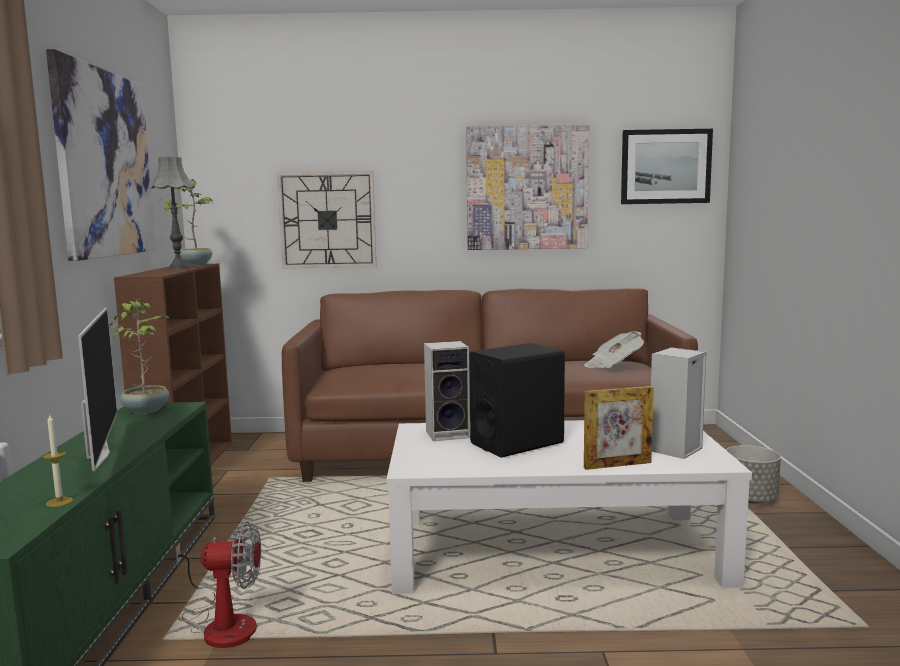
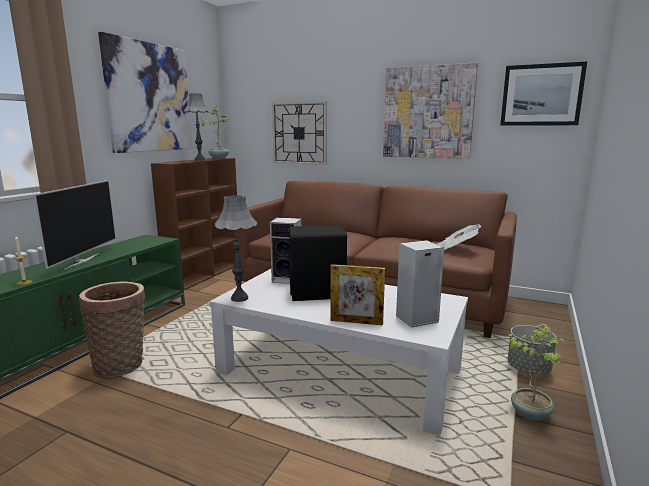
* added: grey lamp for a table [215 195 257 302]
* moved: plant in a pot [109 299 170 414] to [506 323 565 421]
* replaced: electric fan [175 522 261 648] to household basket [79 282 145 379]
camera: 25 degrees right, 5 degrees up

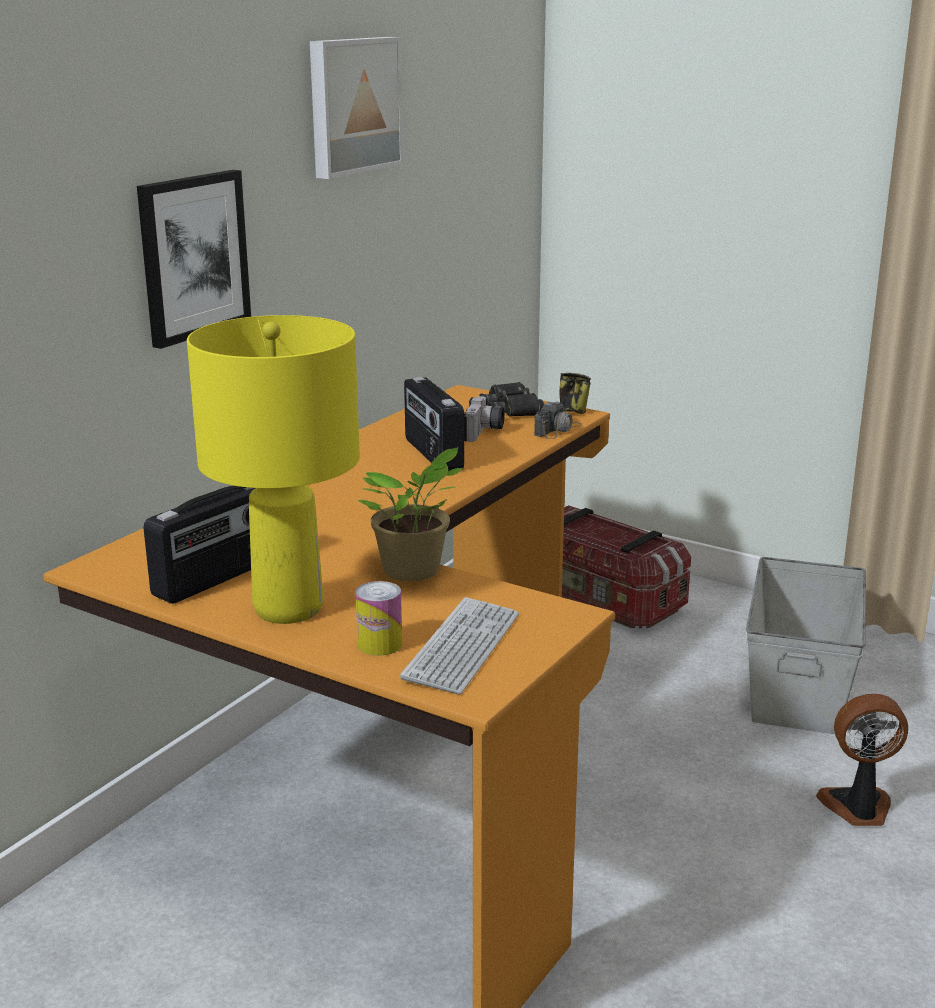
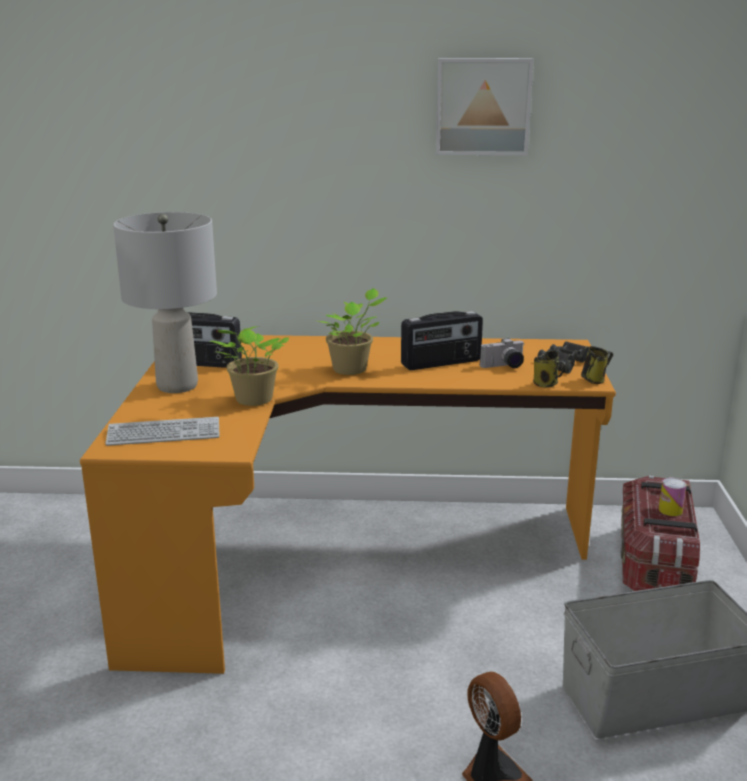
* removed: wall art [137 170 251 349]
* added: plant in a pot [318 288 387 375]
* moved: can [356 581 402 656] to [659 478 687 516]
* replaced: still camera [534 401 583 439] to mug [533 350 567 387]
* recoloured: yellow lamp for a table [187 315 360 624] to grey lamp for a table [113 212 217 393]
* turned: radio [404 377 464 471] = [401 311 483 370] 150 degrees counterclockwise
camera: 60 degrees right, 0 degrees up

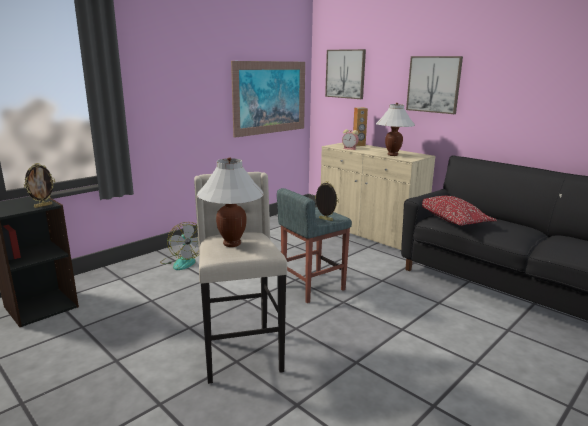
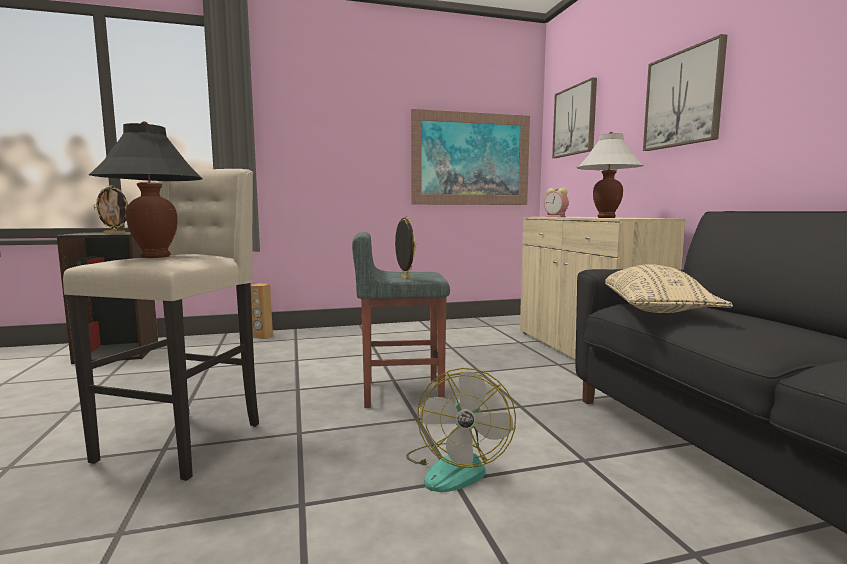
* moved: electric fan [160 222 199 270] to [406 368 516 492]
* moved: brown-coloured audio speaker [353 107 368 147] to [251 284 273 339]
* recoloured: white lamp for a table [197 157 264 247] to black lamp for a table [89 121 203 258]
* recoloured: reddish throw pillow [422 196 497 226] to sand-coloured throw pillow [605 264 733 313]
camera: 30 degrees right, 10 degrees down

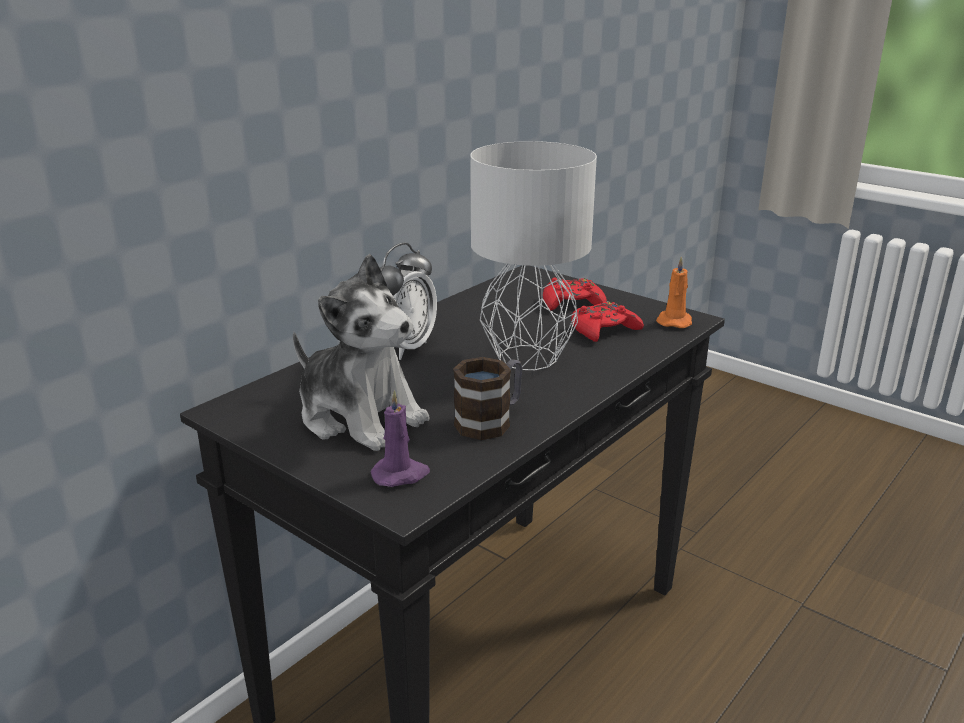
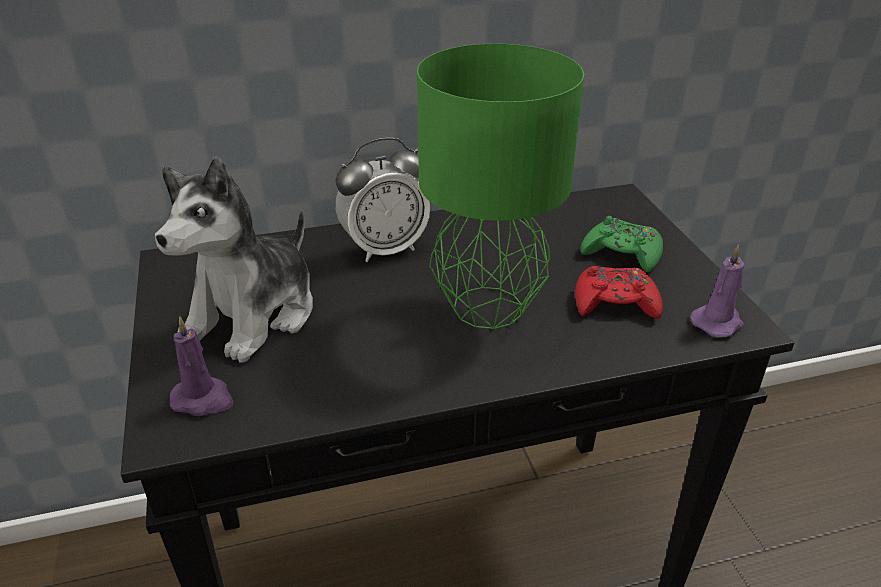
* removed: mug [453 357 522 440]
* recoloured: grey lamp for a table [470 141 597 370] to green-coloured lamp for a table [417 43 584 329]
* recoloured: reddish gamepad [543 278 607 310] to green-coloured gamepad [581 216 663 273]
* recoloured: orange-coloured wax candle [656 256 692 328] to purplish wax candle [690 245 744 337]
* turned: cuddly toy [293 254 429 451] = [155 157 313 363] 45 degrees clockwise
camera: 35 degrees right, 10 degrees up

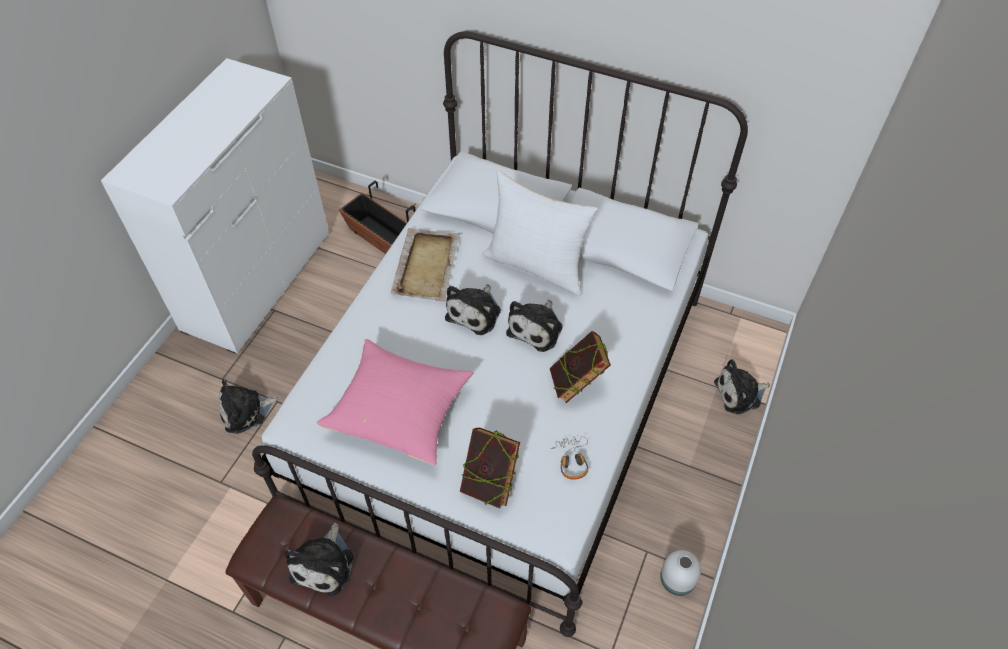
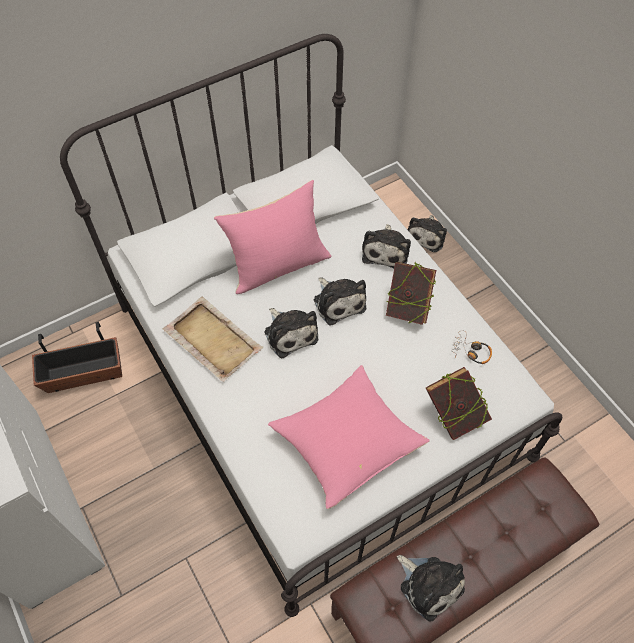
* removed: white vase [661 550 701 596]
* moved: cuddly toy [219 379 279 434] to [362 224 411 269]
* recoloured: white throw pillow [482 171 598 296] to pink throw pillow [214 180 332 294]
camera: 55 degrees left, 5 degrees up

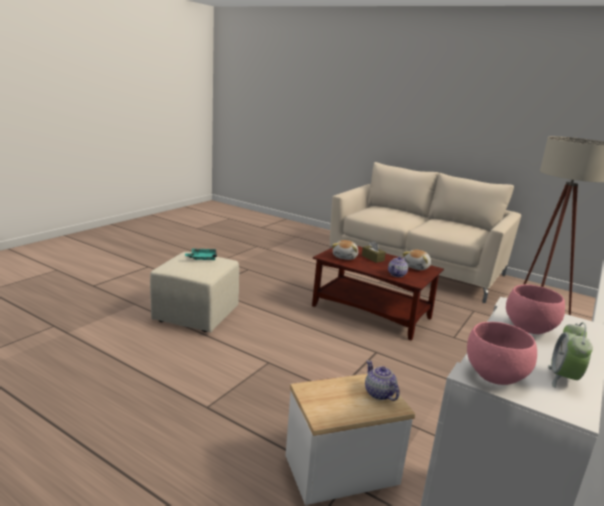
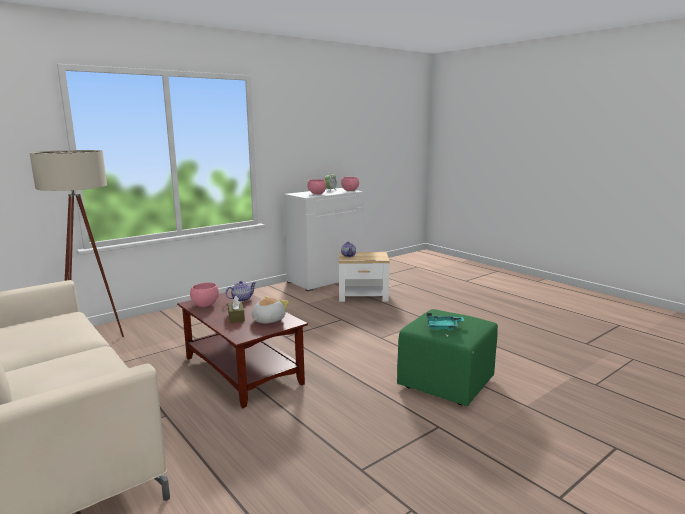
* replaced: cuddly toy [403 250 431 270] to pink serving bowl [190 282 219 307]
* recoloured: sand-coloured ottoman [150 252 239 333] to green-coloured ottoman [397 309 498 406]
camera: 160 degrees left, 5 degrees down

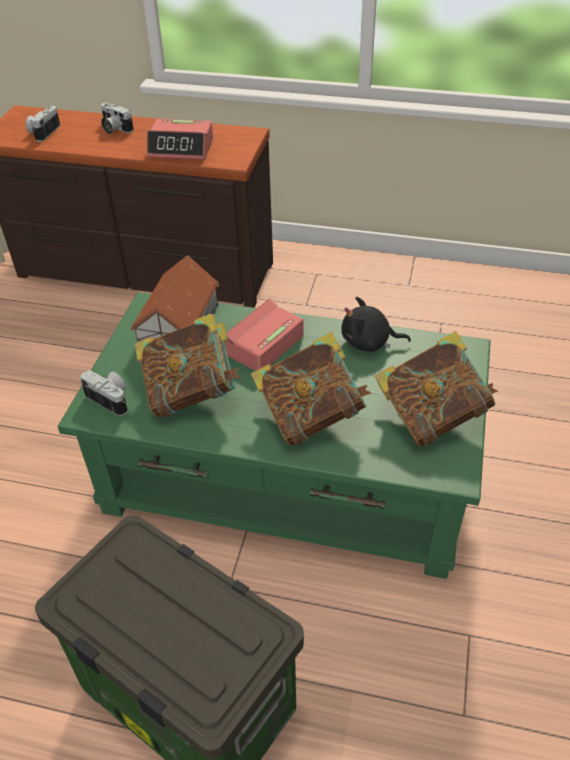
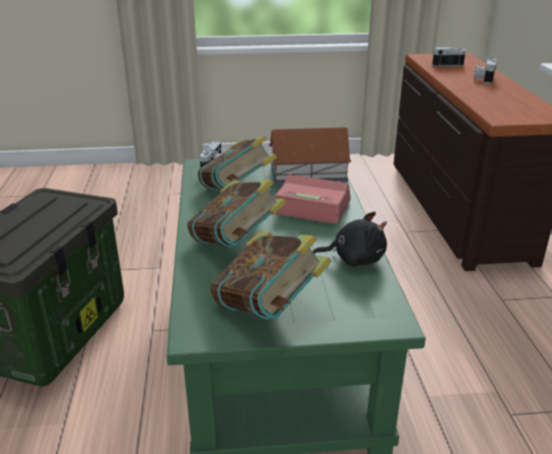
* removed: alarm clock [147 119 213 160]
* turned: black cuddly toy [341 297 411 352] = [313 212 387 266] 105 degrees clockwise
camera: 70 degrees right, 15 degrees down

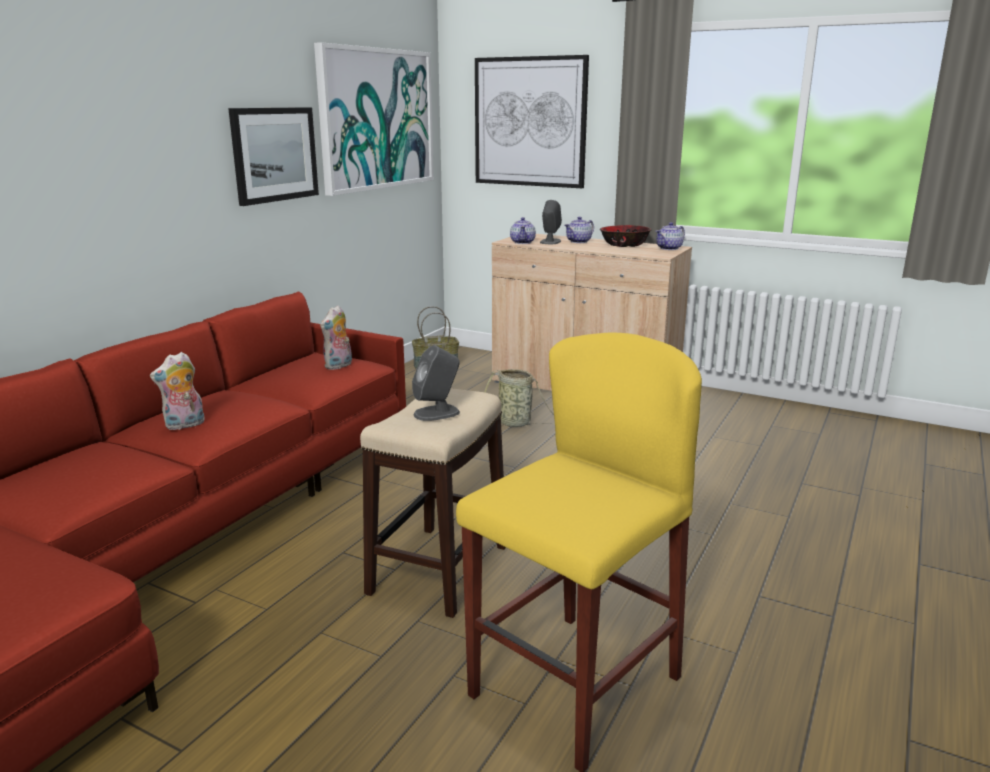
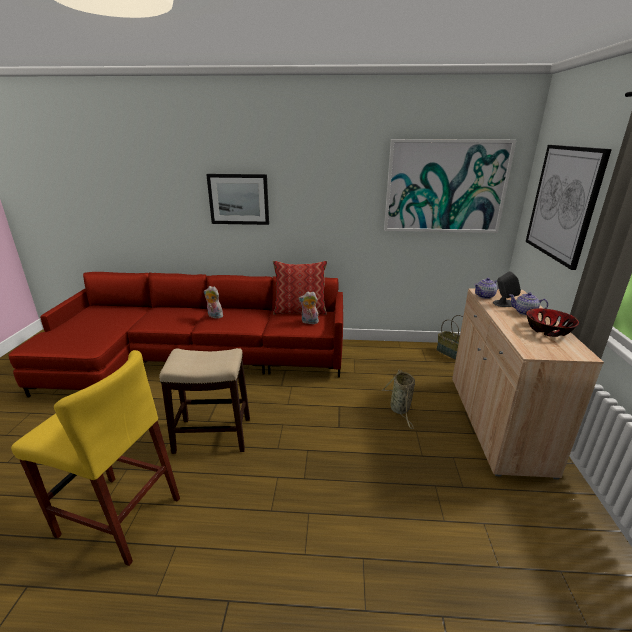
* removed: grey audio speaker [412 345 460 421]
* removed: tea pot [656 222 685 250]
* added: throw pillow [273 261 327 315]
* moved: wall art [228 107 319 206] to [206 174 269 225]
camera: 65 degrees right, 5 degrees up

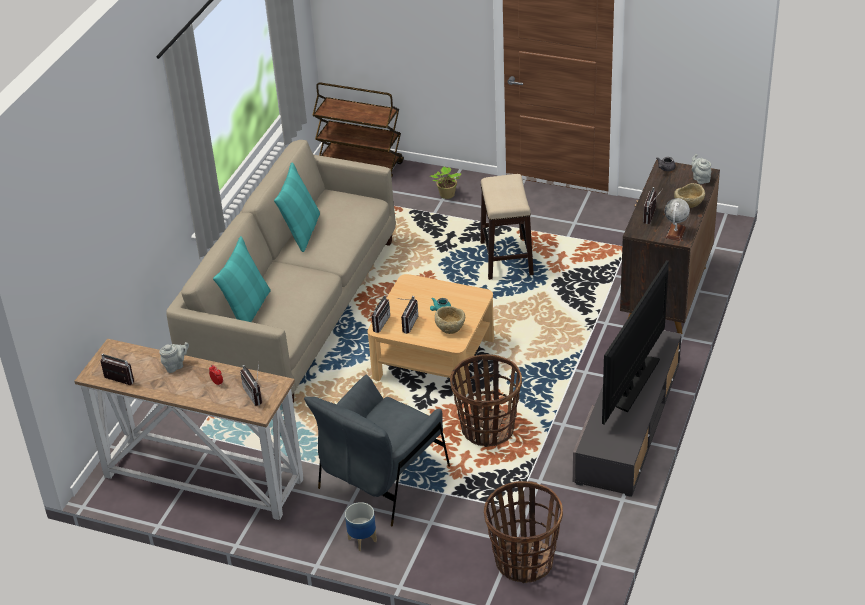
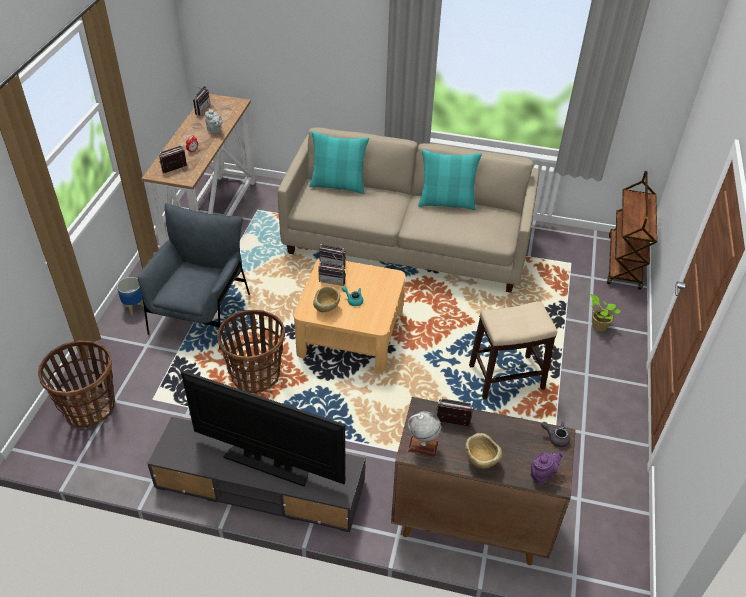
* recoloured: grey tea pot [691 154 711 184] to purplish tea pot [531 452 564 485]
* turned: grey easy chair [304 374 450 526] = [138 203 250 350] 75 degrees clockwise
camera: 80 degrees right, 5 degrees up

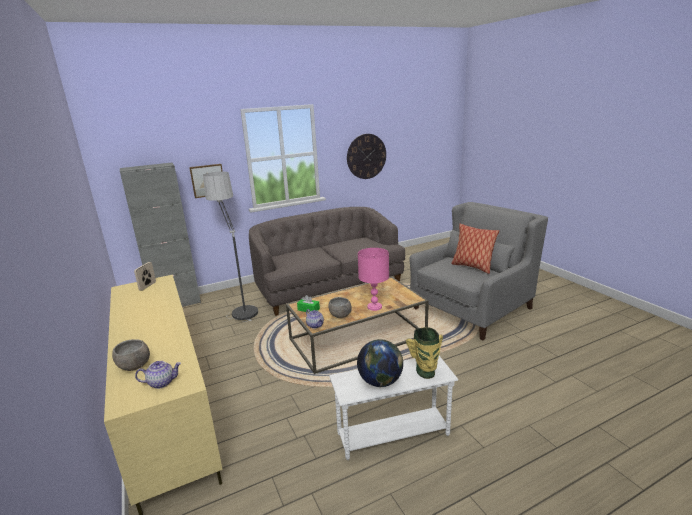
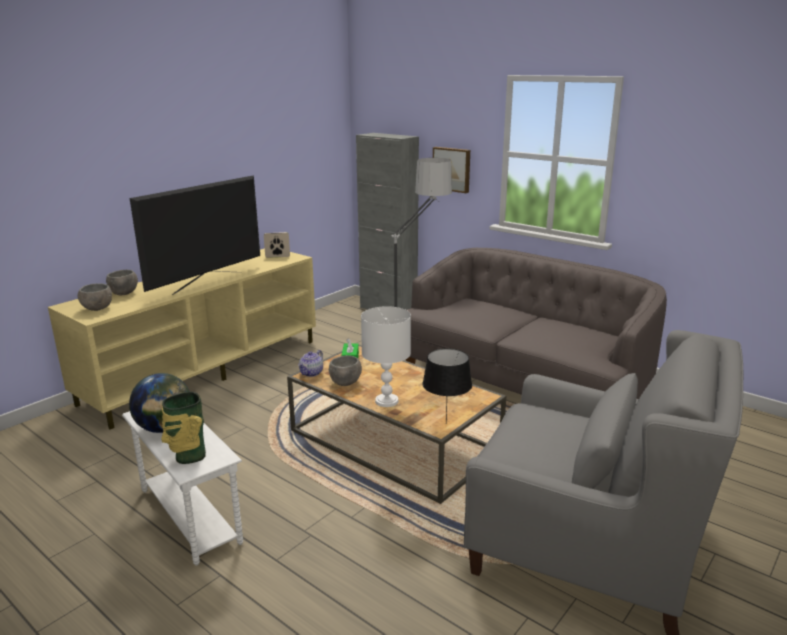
* removed: clock on the wall [347 134 386 179]
* removed: throw pillow [451 224 499 274]
* added: TV [130 175 260 295]
* added: black lamp for a table [422 348 472 424]
* replaced: tea pot [135 361 181 389] to grey serving bowl [78 283 112 311]
* recoloured: pink lamp for a table [358 248 389 311] to white lamp for a table [361 306 411 407]
camera: 65 degrees right, 0 degrees up

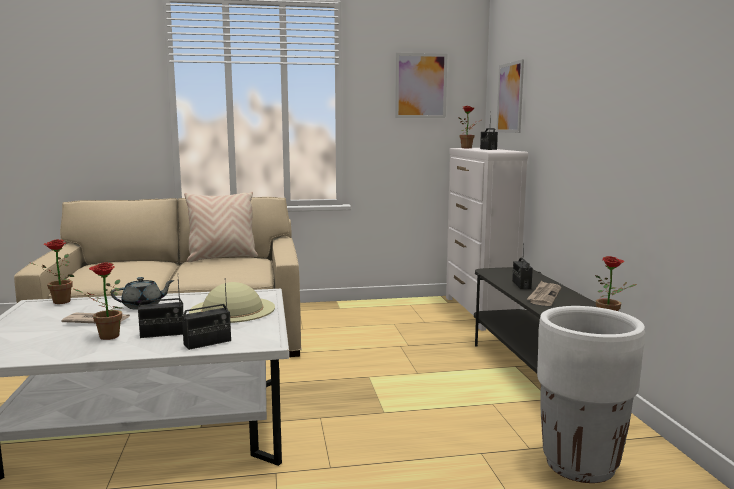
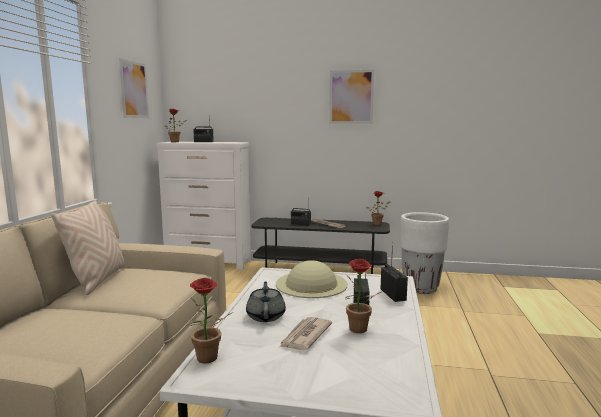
* moved: wall art [496 59 524 133] to [329 70 374 124]
camera: 70 degrees left, 0 degrees up

